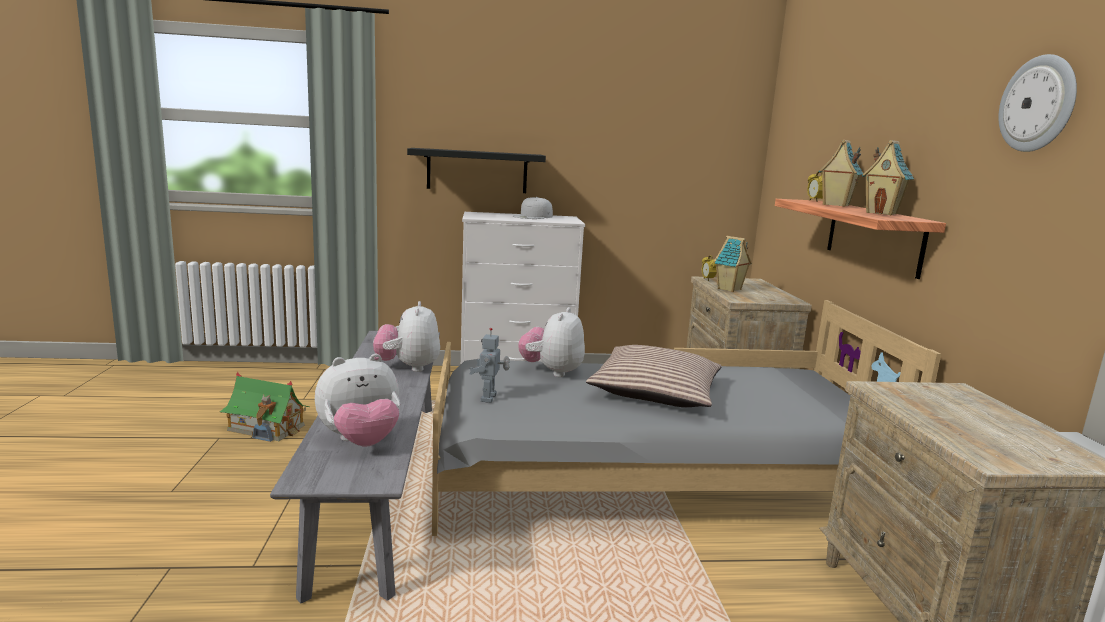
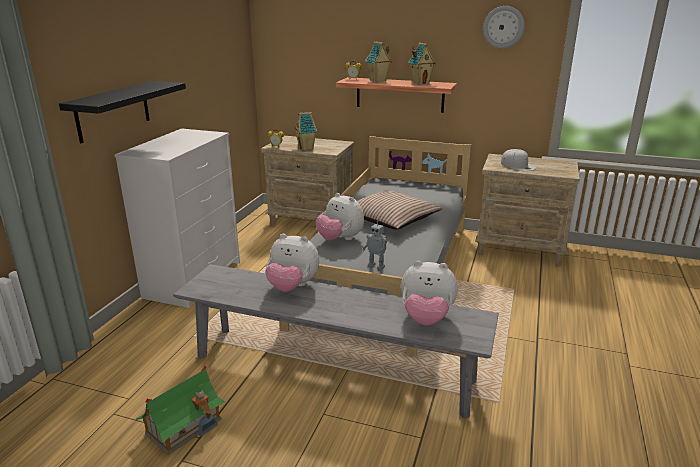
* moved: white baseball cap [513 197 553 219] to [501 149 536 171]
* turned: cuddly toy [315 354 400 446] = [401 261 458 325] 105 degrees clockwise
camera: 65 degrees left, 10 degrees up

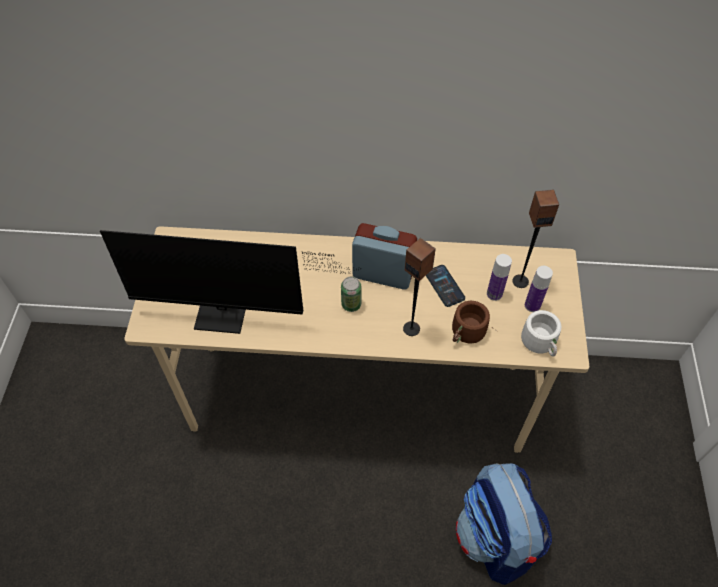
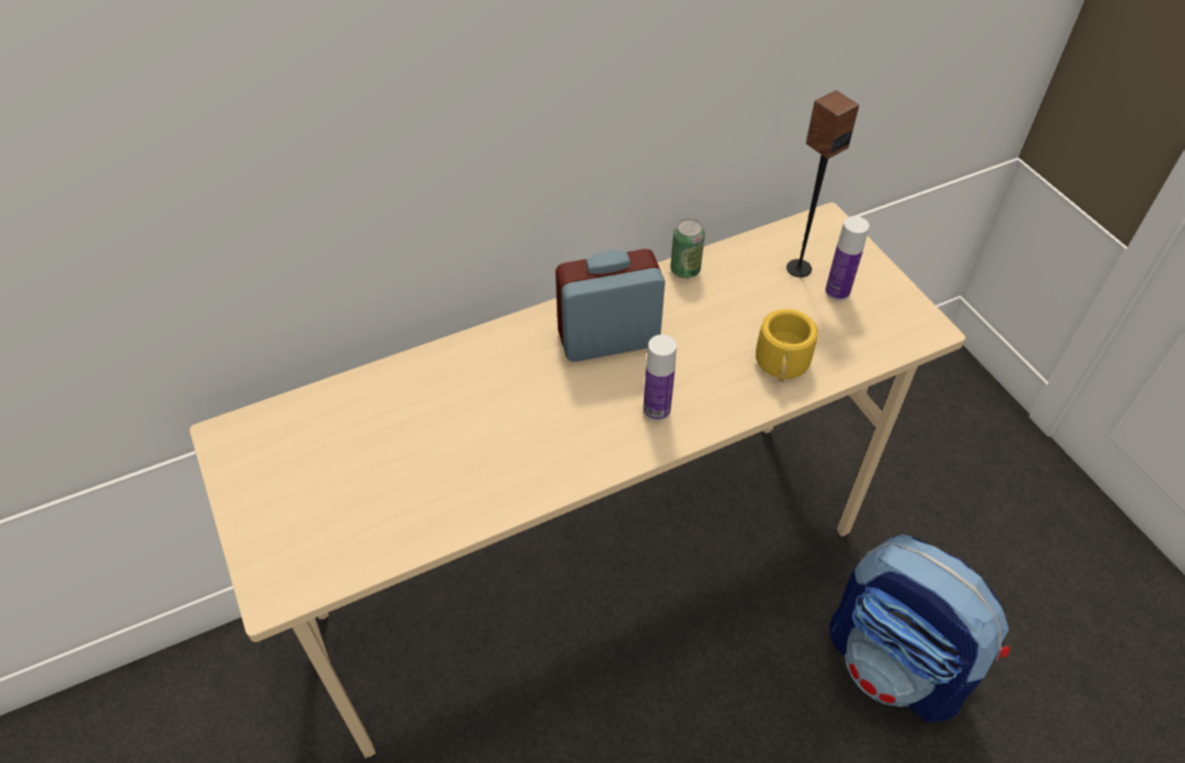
* removed: computer screen [100 230 361 334]
* removed: audio speaker [403 238 436 336]
* removed: phone [426 265 465 307]
* removed: white mug [521 310 561 356]
* moved: can [341 277 361 312] to [670 219 705 278]
* moved: beverage bottle [487 254 512 301] to [643 335 677 421]
* recoloured: brown-coloured mug [452 301 494 344] to yellow mug [756 309 820 383]
camera: 30 degrees left, 5 degrees down

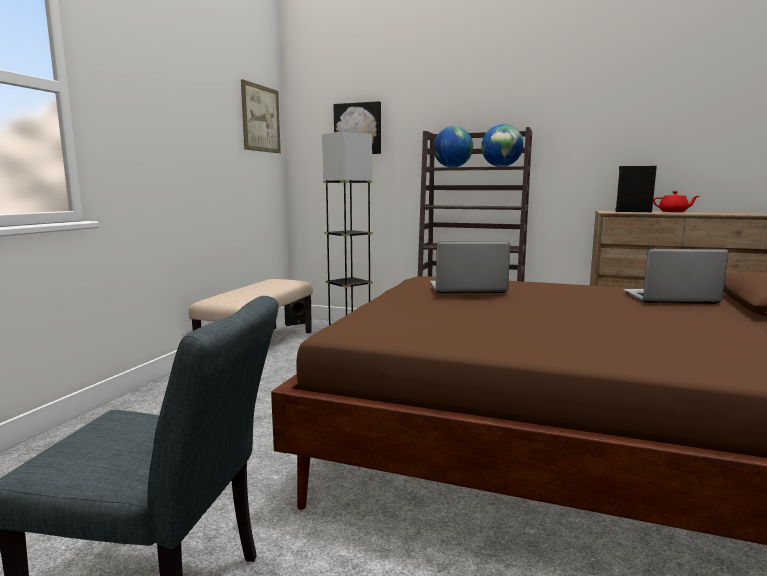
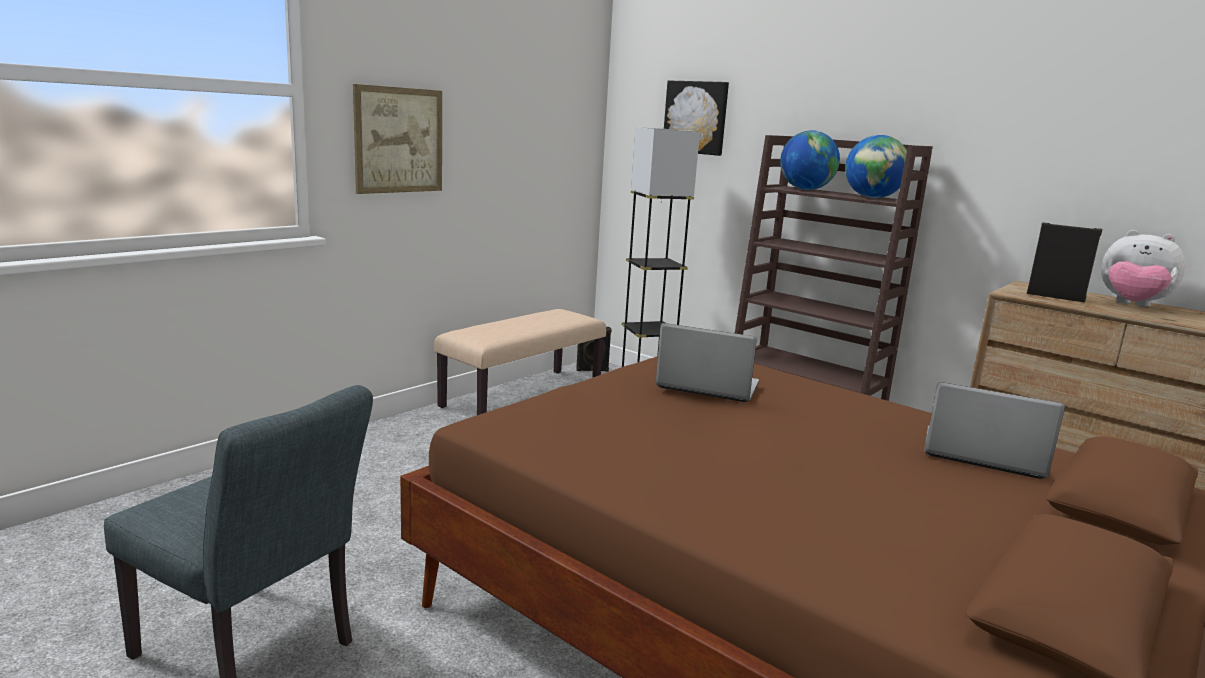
* moved: wall art [241 79 281 153] to [353 84 442 194]
* replaced: reddish tea pot [653 191 699 212] to cuddly toy [1101 230 1185 307]
camera: 20 degrees right, 5 degrees up

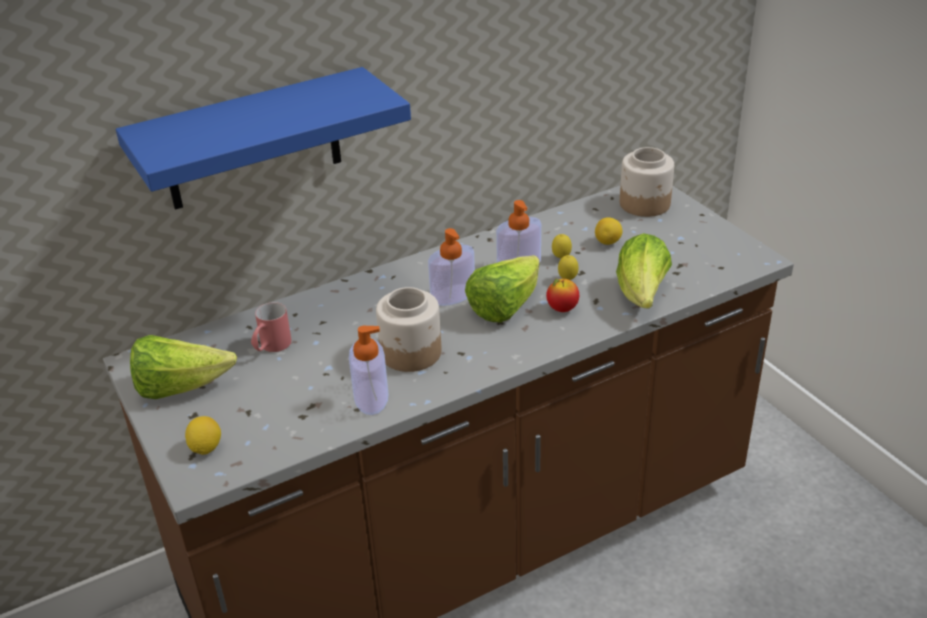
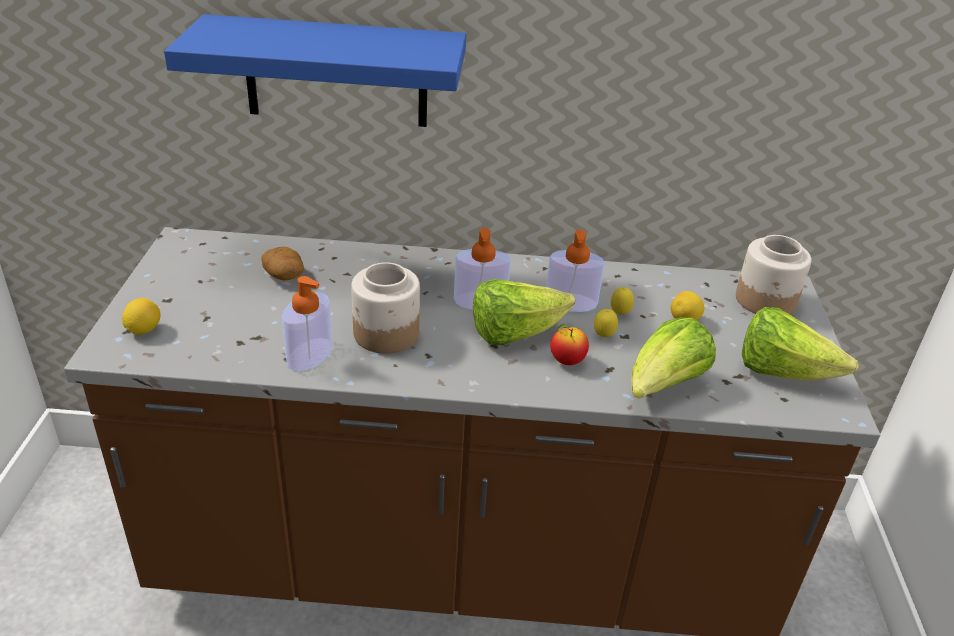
* moved: lettuce [130 335 237 399] to [742 307 858 380]
* replaced: reddish mug [251 302 292 352] to whole potato [261 247 304 280]
camera: 30 degrees right, 0 degrees up

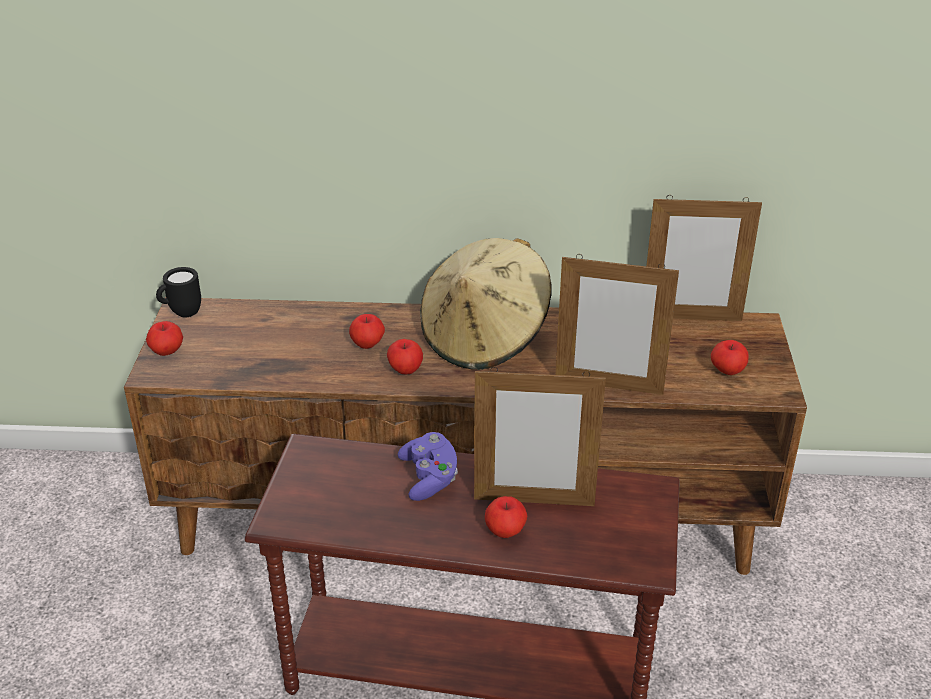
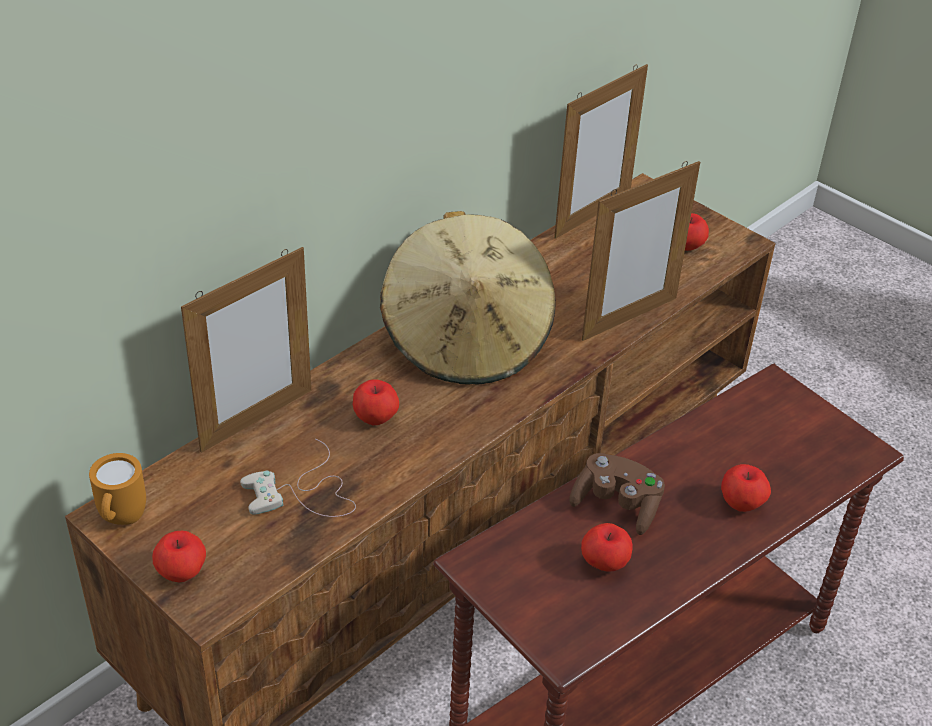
* added: white gamepad [240 439 356 517]
* moved: apple fruit [387 339 423 374] to [581 523 633 571]
* moved: standing frame [474 367 606 506] to [181 247 311 453]
* recoloured: black mug [156 267 201 318] to orange-coloured mug [89 453 146 525]
* recoloured: purplish gamepad [398 432 458 501] to brown-coloured gamepad [569 453 665 535]
camera: 50 degrees left, 5 degrees up

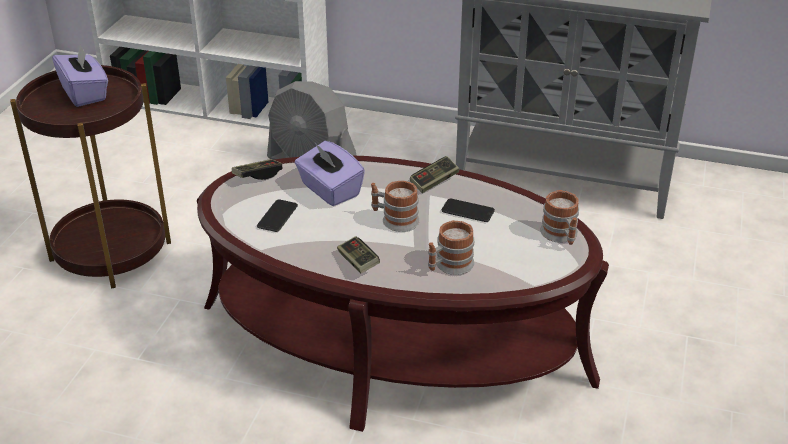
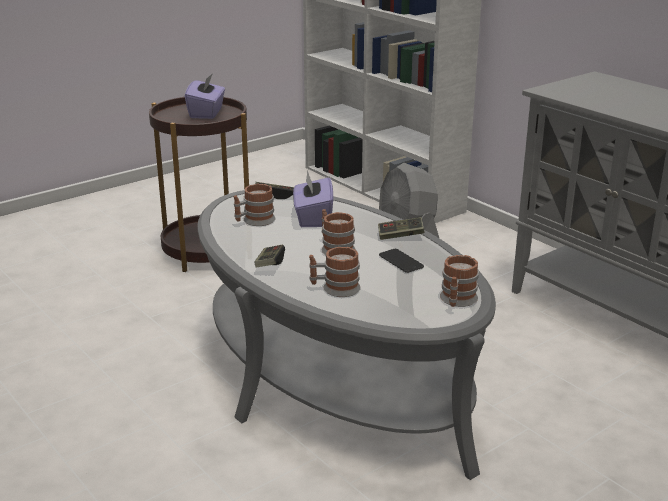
* replaced: phone [257 199 298 232] to mug [234 184 275 226]
* recoloured: brown-coloured lounge table [197 155 609 432] to grey lounge table [198 190 496 480]
camera: 35 degrees right, 10 degrees down

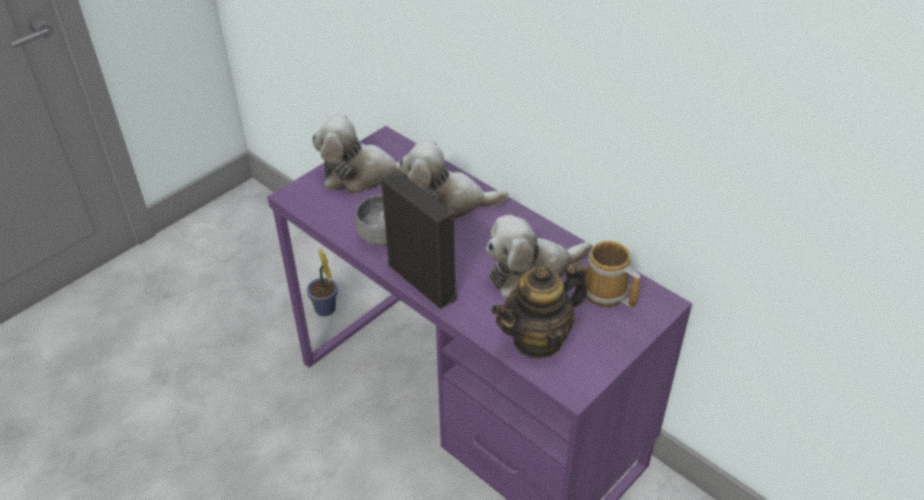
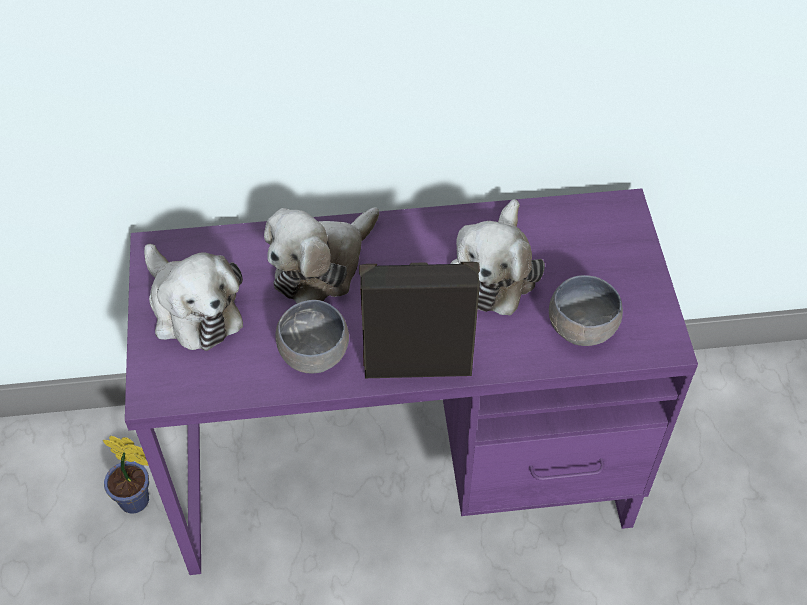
* removed: mug [585 241 641 308]
* replaced: tea pot [491 262 587 359] to grey serving bowl [549 275 623 346]
* turned: cuddly toy [312 114 400 194] = [144 244 243 351] 75 degrees counterclockwise
camera: 50 degrees left, 10 degrees up

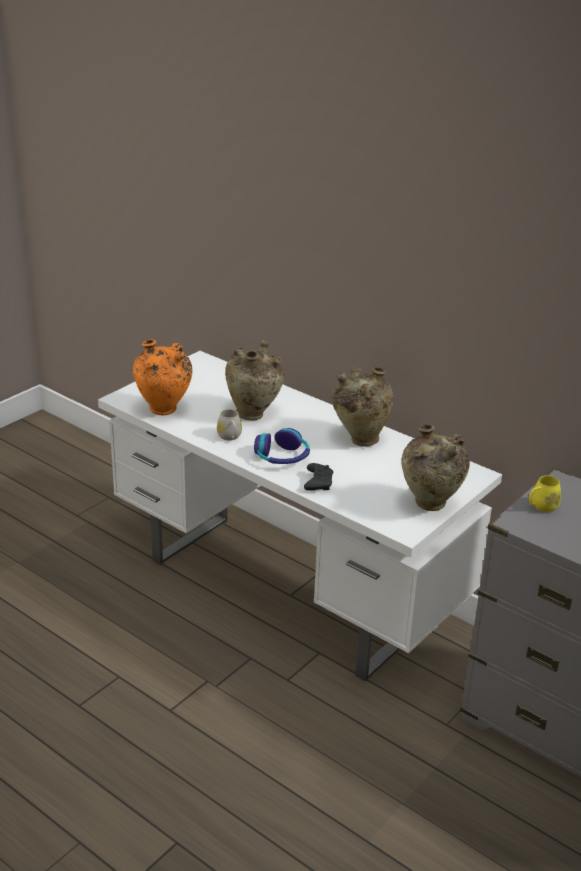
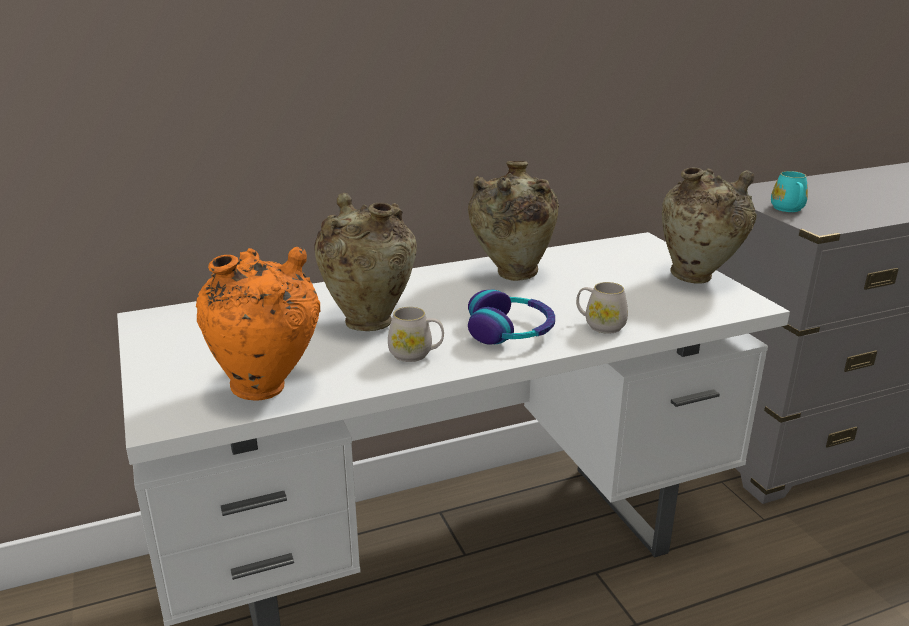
* replaced: black gamepad [304 463 333 491] to white mug [576 282 628 334]
* recoloured: yellow mug [529 475 561 512] to turquoise-coloured mug [771 171 808 212]
camera: 60 degrees left, 5 degrees down

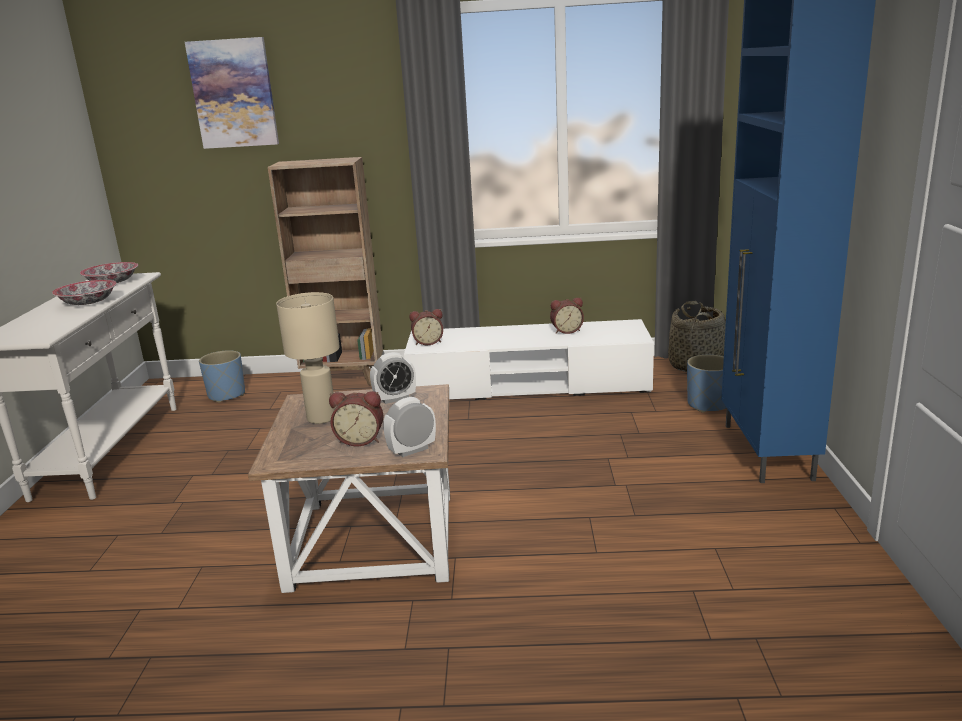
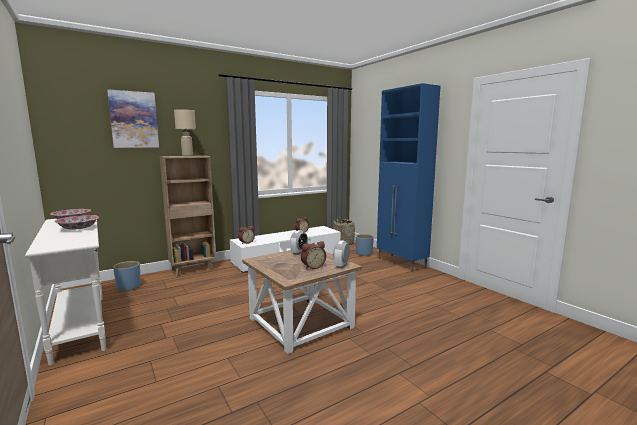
* moved: sand-coloured lamp for a table [276 292 340 424] to [174 109 196 156]
camera: 35 degrees left, 10 degrees down

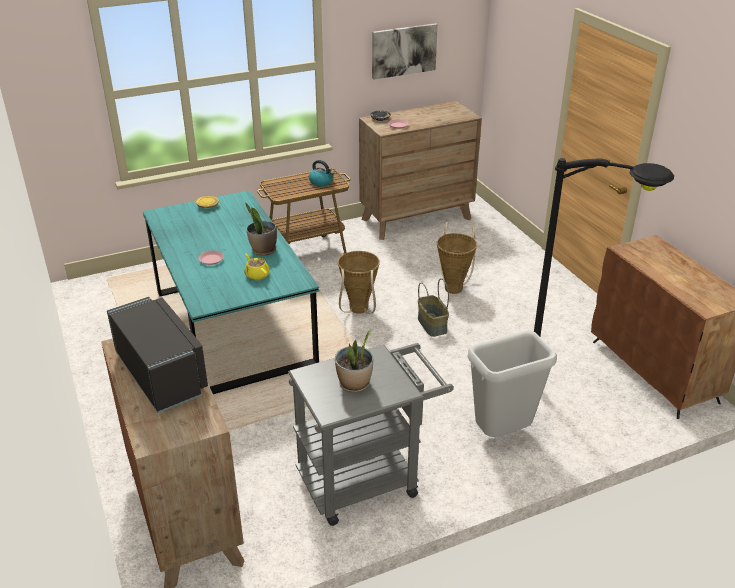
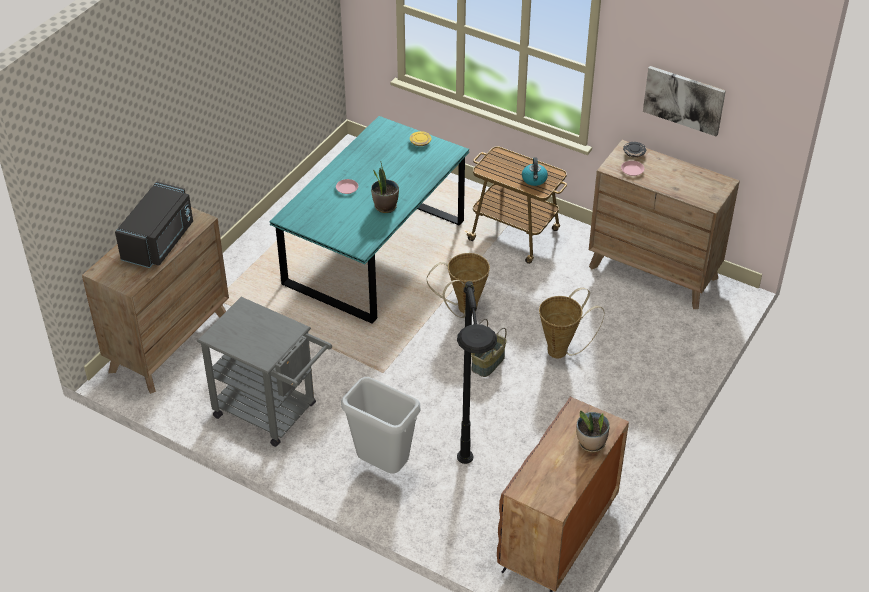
* removed: yellow tea pot [244 253 270 280]
* moved: plant in a pot [335 330 373 392] to [577 411 610 452]
camera: 55 degrees right, 10 degrees up

